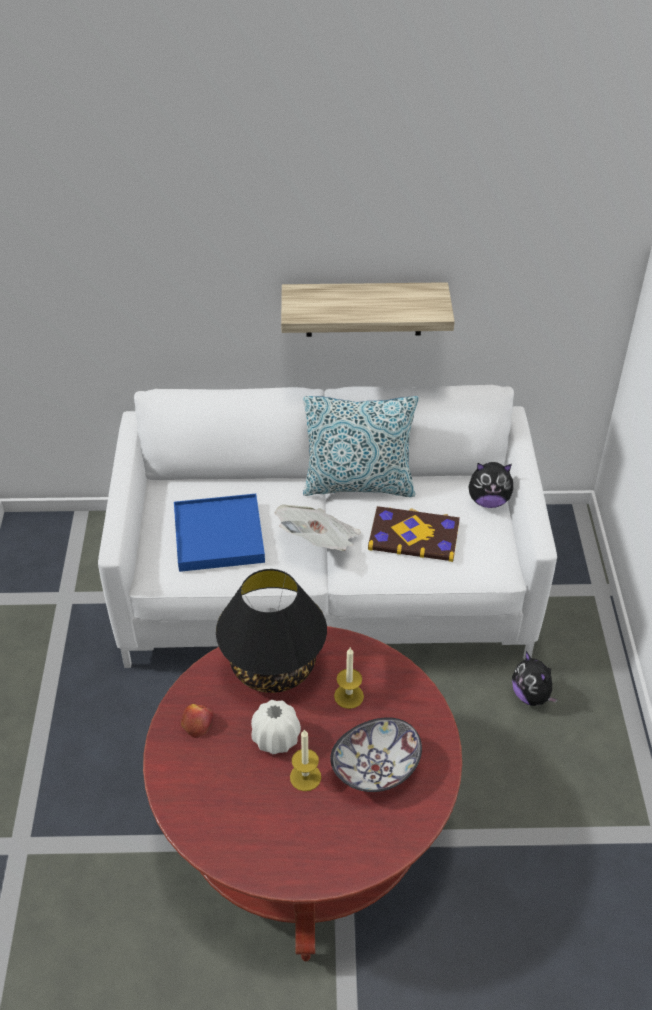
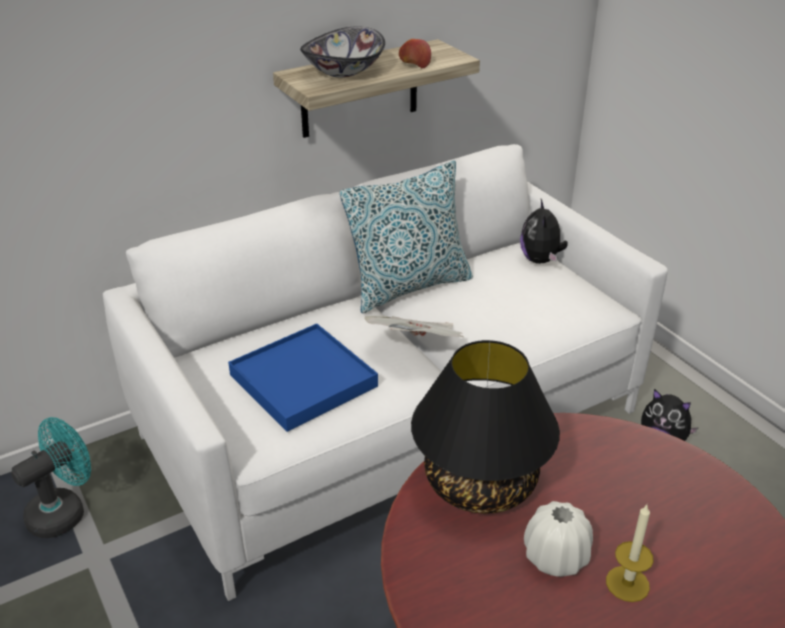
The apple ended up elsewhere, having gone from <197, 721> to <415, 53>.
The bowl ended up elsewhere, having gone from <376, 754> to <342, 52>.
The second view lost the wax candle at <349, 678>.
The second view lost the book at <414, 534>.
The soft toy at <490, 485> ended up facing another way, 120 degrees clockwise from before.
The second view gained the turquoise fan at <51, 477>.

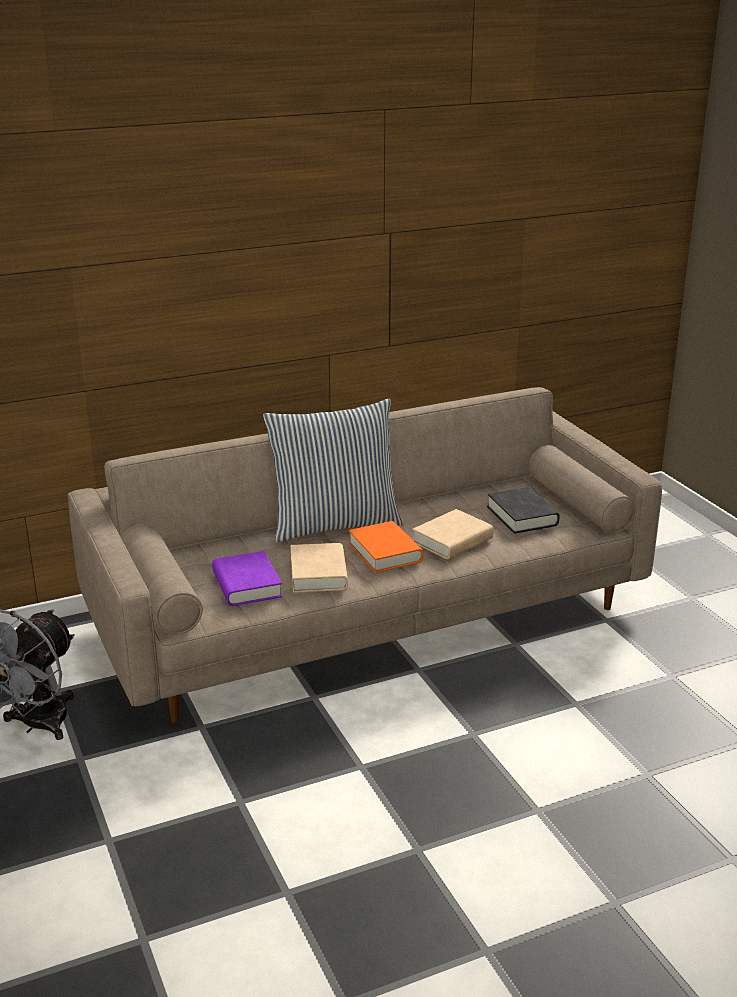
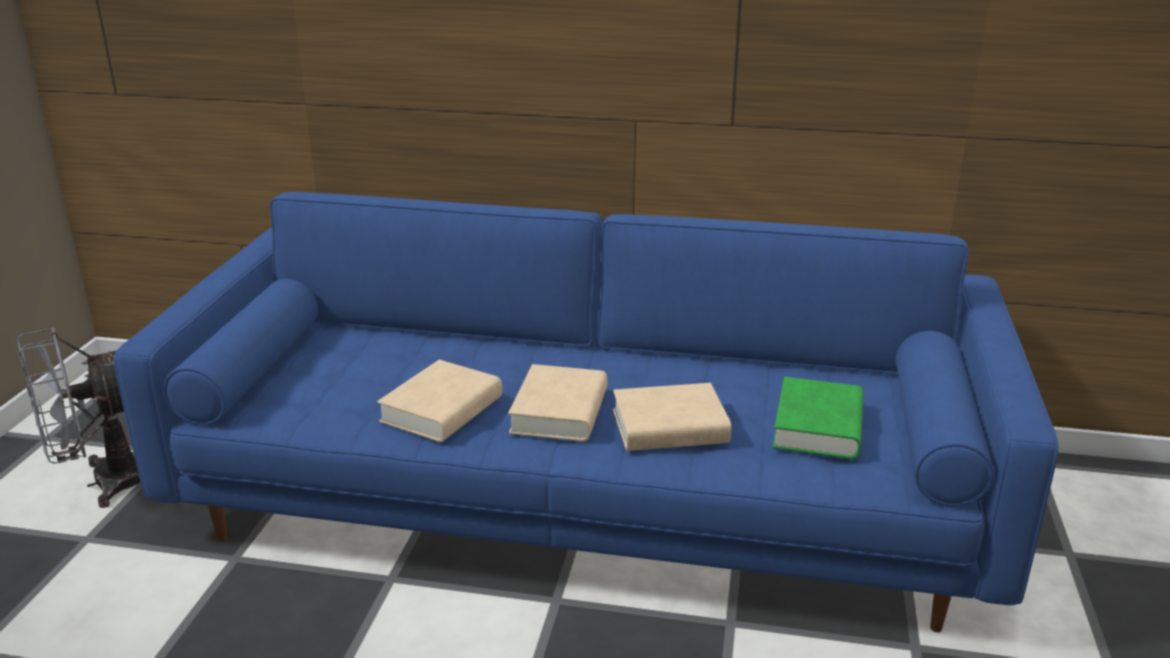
What was the sand-coloured couch at <365, 555> turned into the blue-coloured couch at <586, 412>.
The second view lost the purplish book at <247, 578>.
The second view lost the cushion at <333, 470>.
What was the orange-coloured book at <386, 547> turned into the sand-coloured book at <557, 403>.
What was the black book at <523, 510> turned into the green-coloured book at <818, 418>.

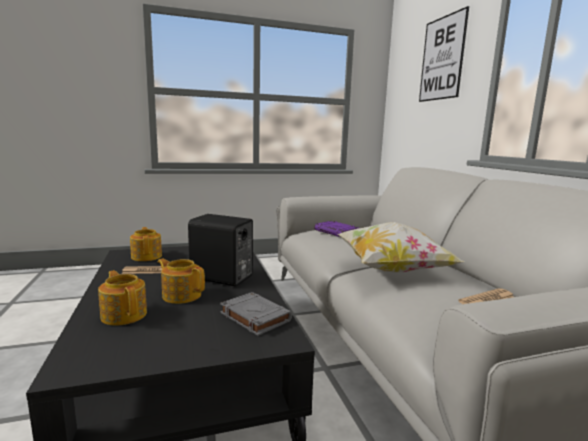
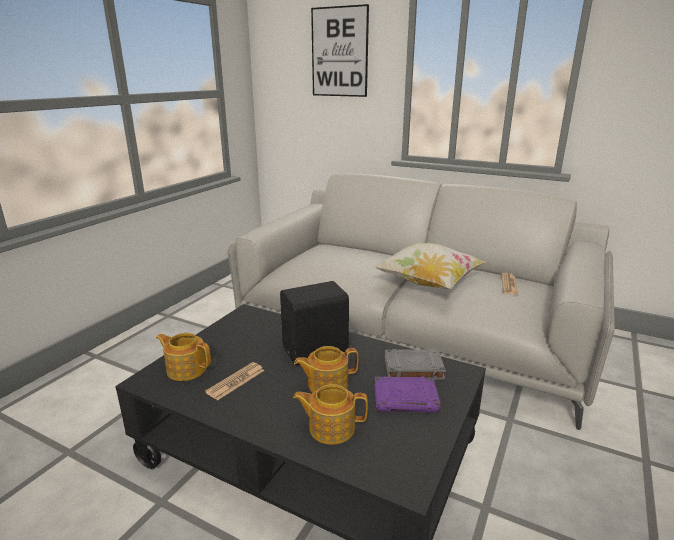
The purplish book ended up elsewhere, having gone from <336, 229> to <407, 394>.

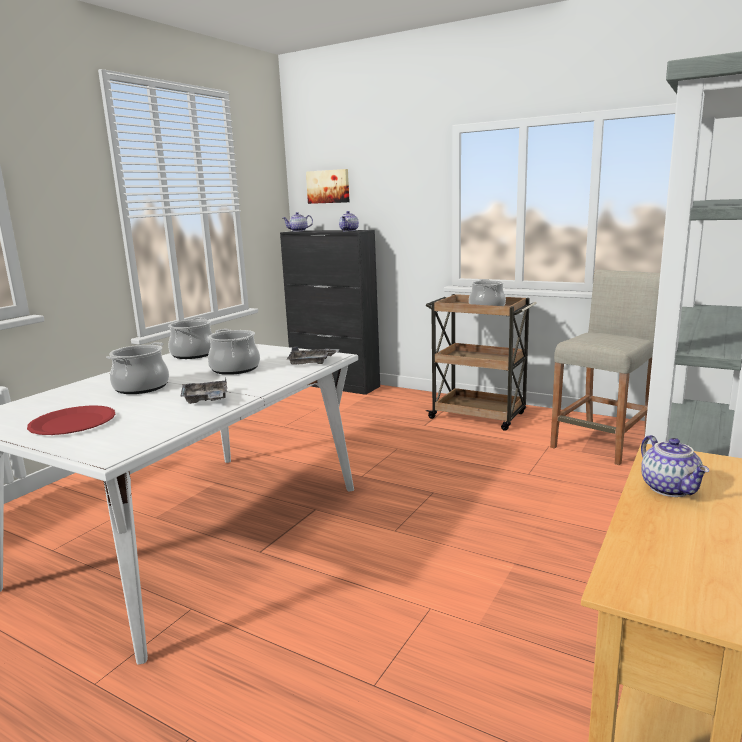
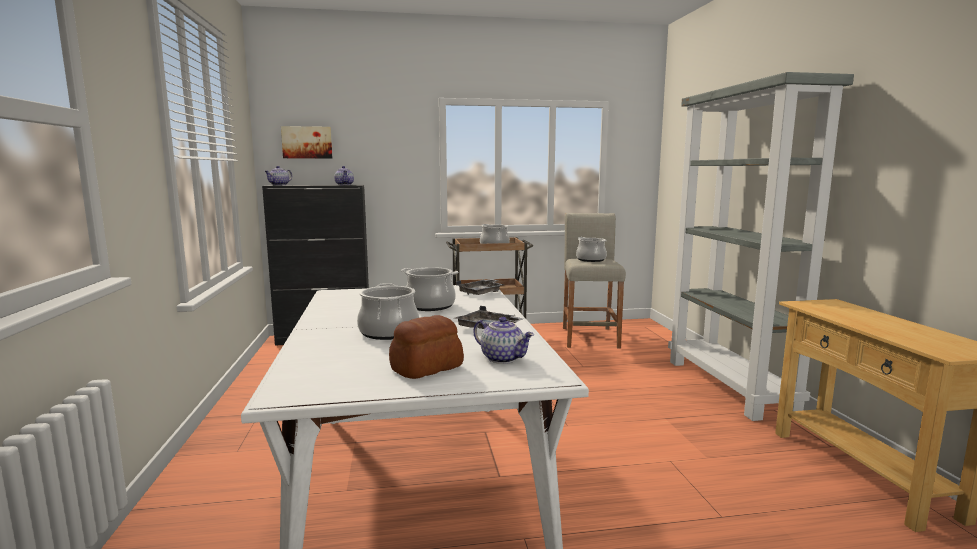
Where the red plate stood at <71, 420>, the bakery bread came to stand at <426, 347>.
The stockpot ended up elsewhere, having gone from <190, 338> to <591, 249>.
The teapot ended up elsewhere, having gone from <675, 466> to <503, 340>.

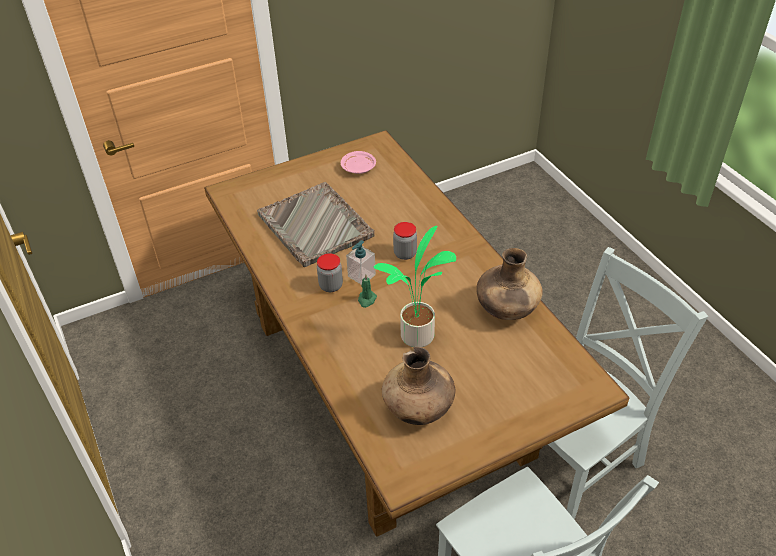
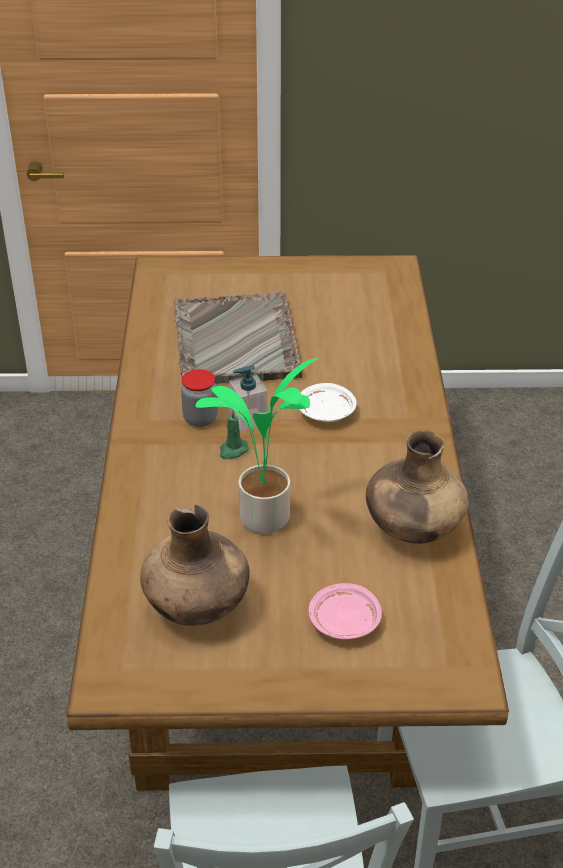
The pink-coloured plate ended up elsewhere, having gone from <358, 162> to <345, 611>.
Where the preserve jar stood at <405, 241>, the white plate came to stand at <328, 402>.

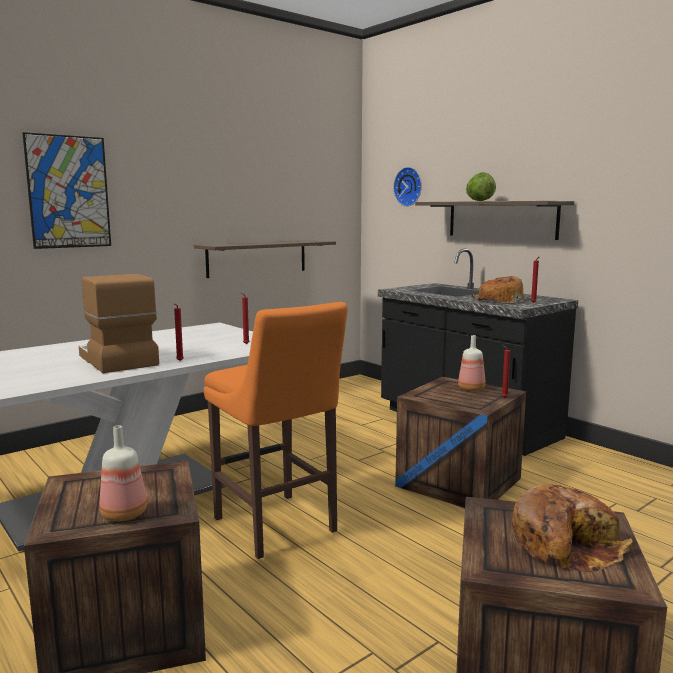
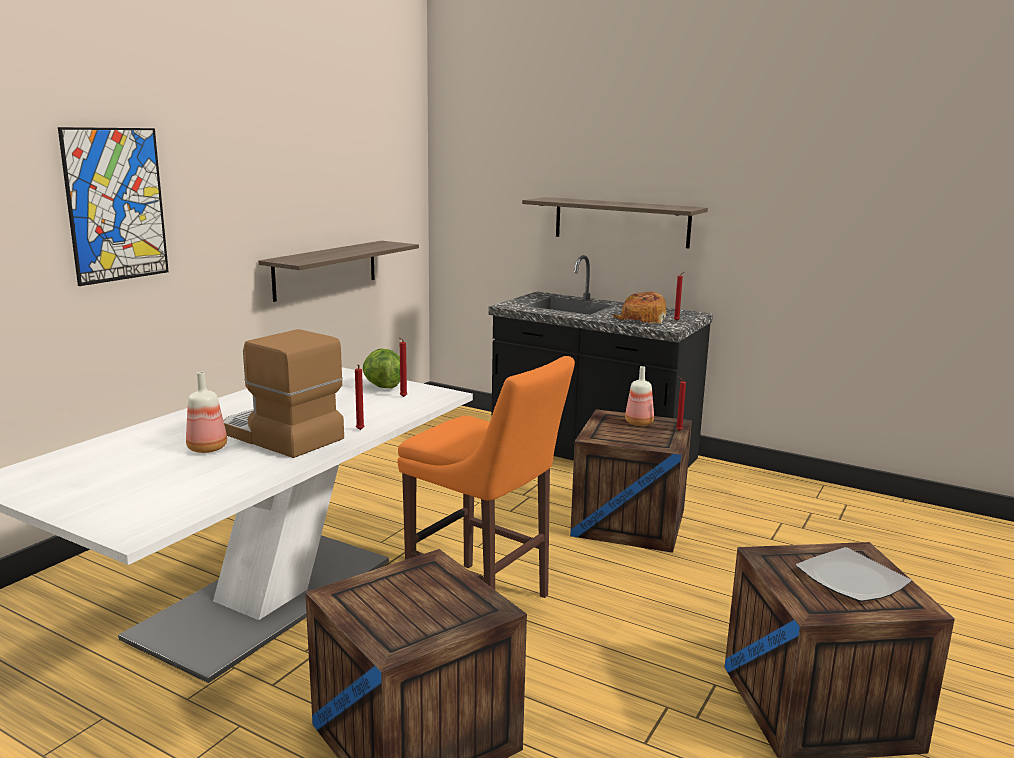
The drink bottle ended up elsewhere, having gone from <123, 473> to <206, 412>.
The second view lost the clock on the wall at <407, 187>.
The lettuce head ended up elsewhere, having gone from <481, 186> to <381, 368>.
Where the bakery bread stood at <572, 528>, the plate came to stand at <854, 574>.

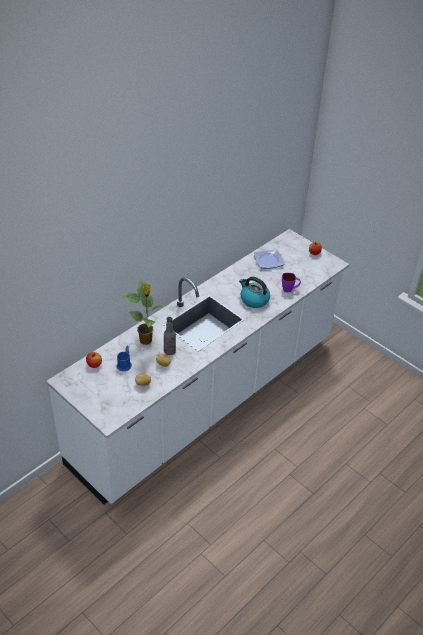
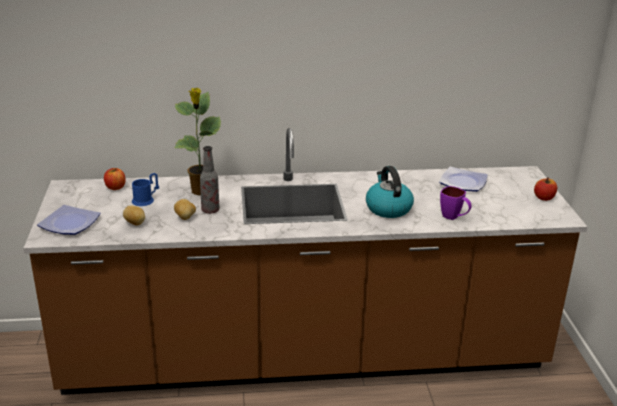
What was the white kitchen counter at <197, 366> turned into the brownish kitchen counter at <306, 261>.
The second view gained the plate at <69, 220>.

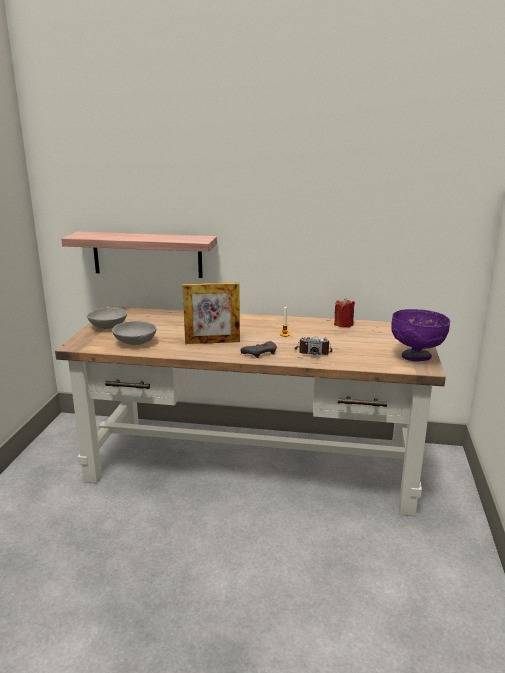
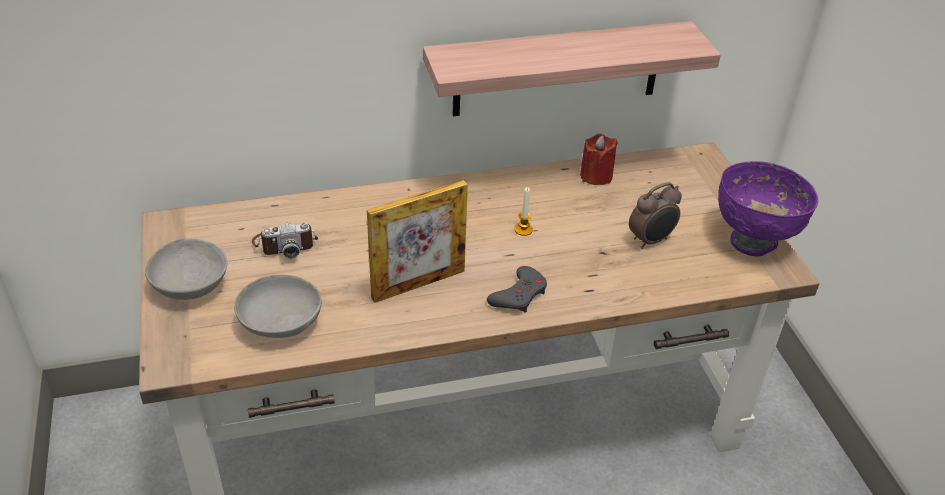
The bracket shelf ended up elsewhere, having gone from <139, 255> to <572, 68>.
The still camera ended up elsewhere, having gone from <313, 345> to <285, 240>.
The second view gained the bedside clock at <655, 215>.

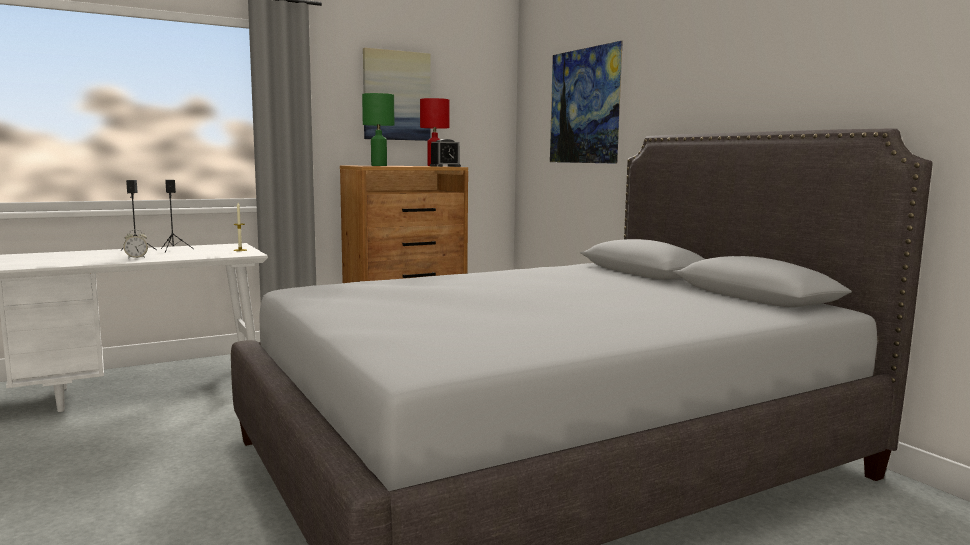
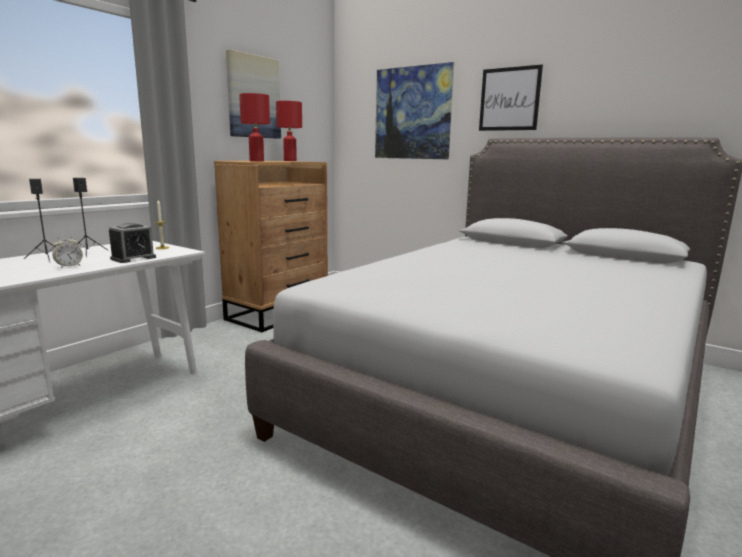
What was the green-coloured table lamp at <378, 129> turned into the red table lamp at <254, 127>.
The bedside clock ended up elsewhere, having gone from <445, 153> to <132, 243>.
The second view gained the wall art at <511, 98>.

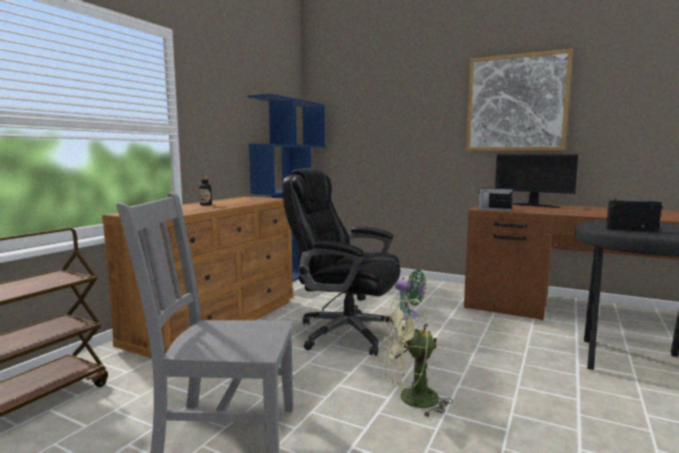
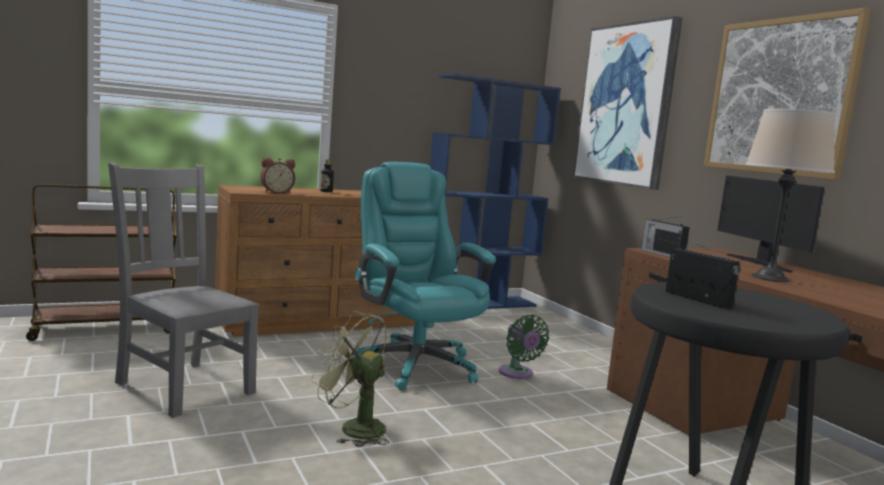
What was the black desk chair at <343, 262> turned into the turquoise desk chair at <424, 276>.
The second view gained the bedside clock at <278, 175>.
The second view gained the wall art at <627, 103>.
The second view gained the sand-coloured table lamp at <790, 195>.

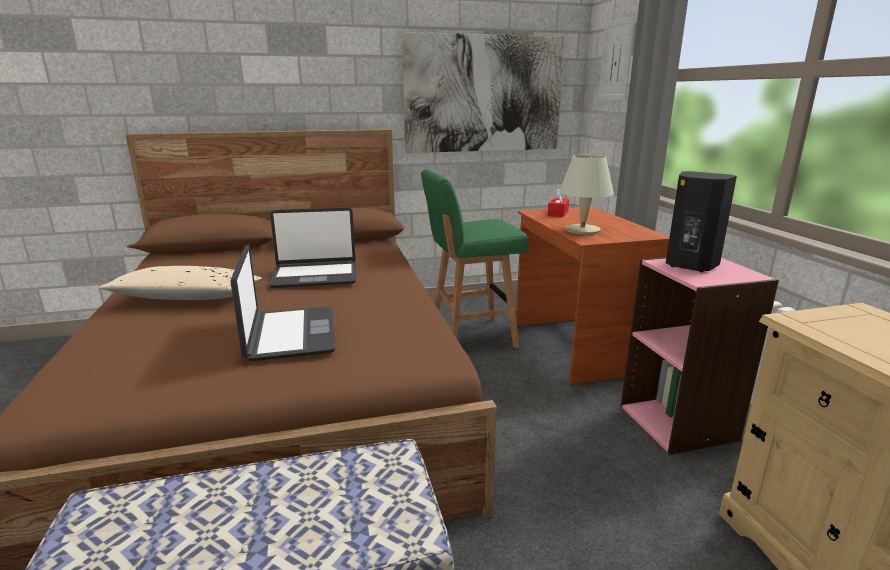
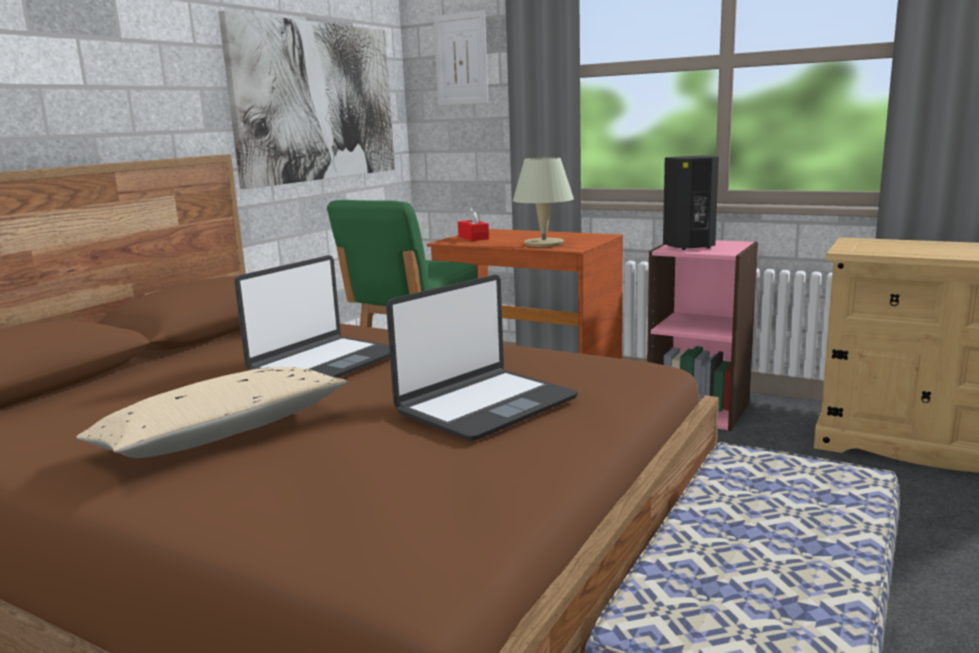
The laptop at <283, 303> ended up facing another way, 105 degrees clockwise from before.

